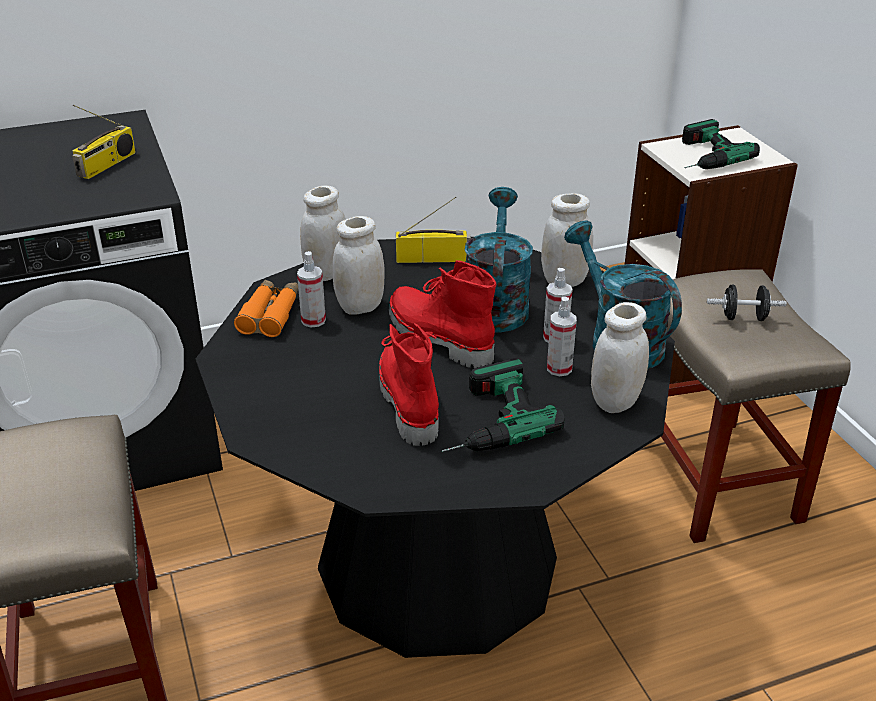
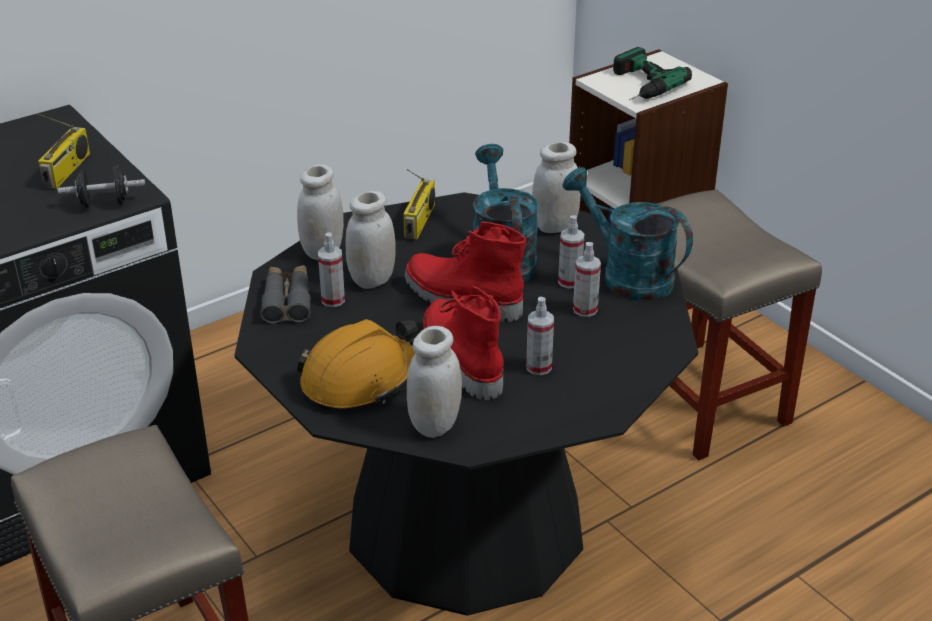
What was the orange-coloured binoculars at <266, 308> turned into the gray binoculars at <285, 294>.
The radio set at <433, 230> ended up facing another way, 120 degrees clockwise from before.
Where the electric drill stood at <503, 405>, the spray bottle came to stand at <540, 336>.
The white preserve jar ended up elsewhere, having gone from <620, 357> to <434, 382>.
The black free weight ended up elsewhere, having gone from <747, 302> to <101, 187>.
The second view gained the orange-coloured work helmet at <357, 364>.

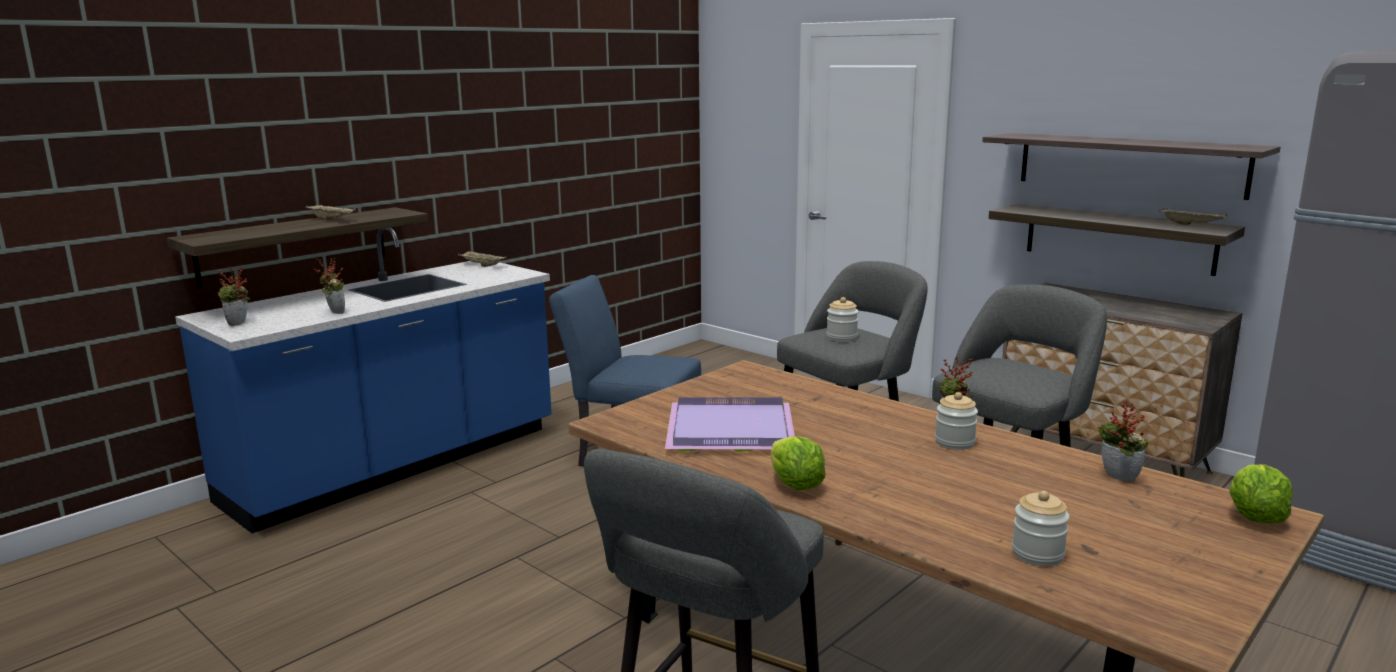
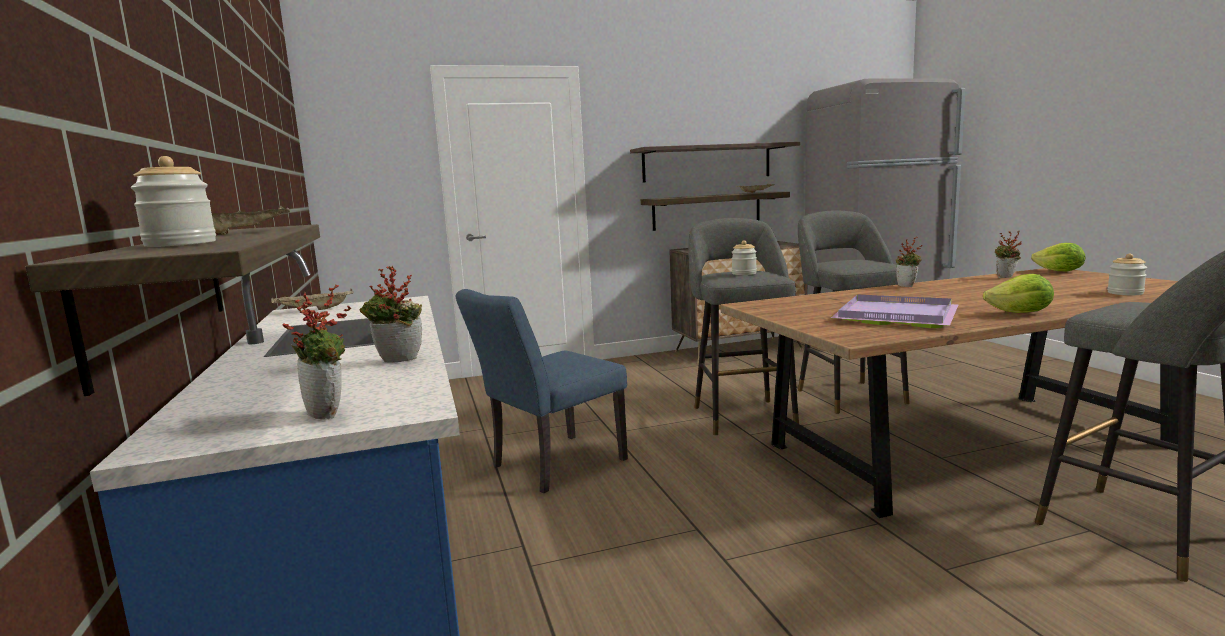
The preserve jar ended up elsewhere, having gone from <956, 421> to <173, 201>.

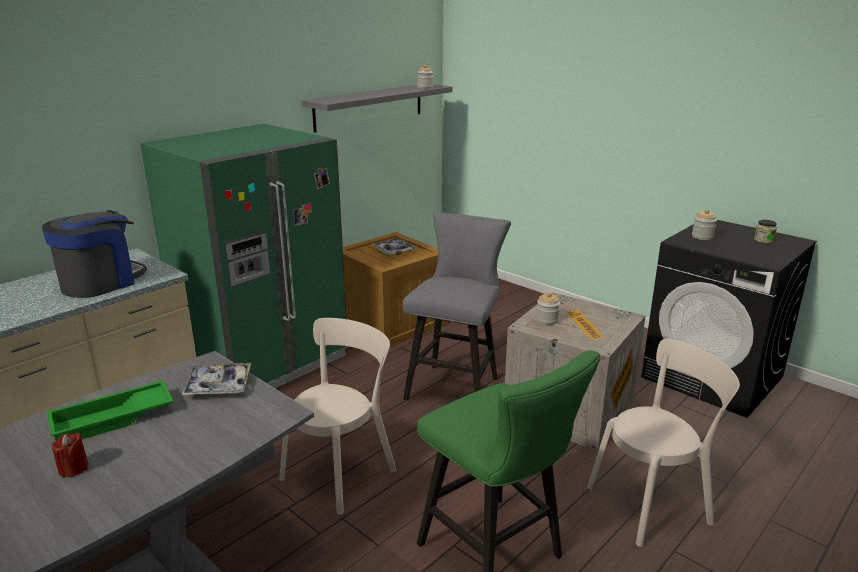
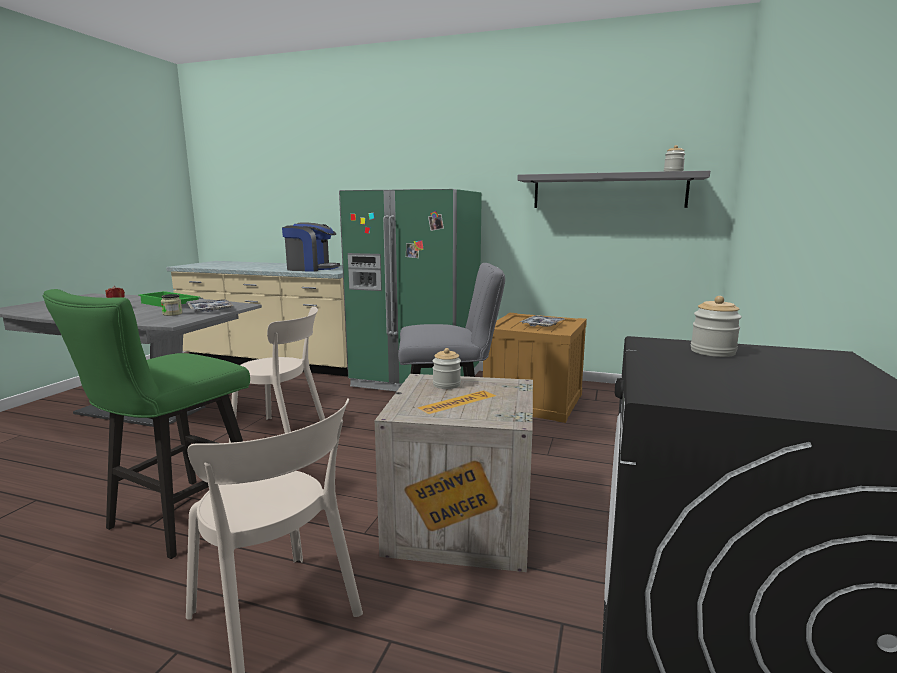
The preserve jar ended up elsewhere, having gone from <765, 232> to <172, 305>.

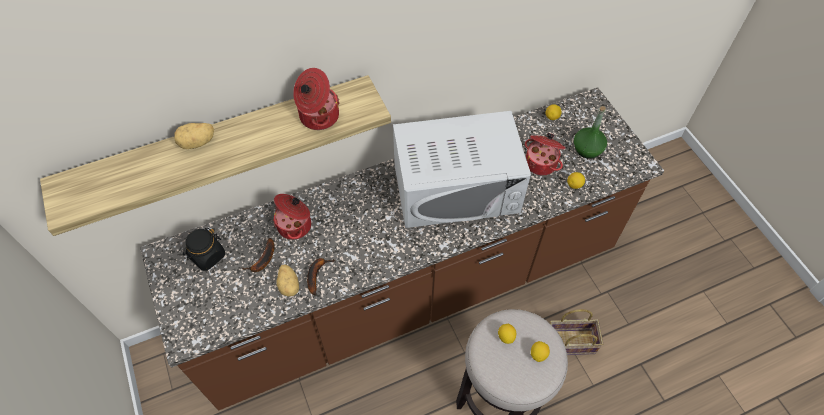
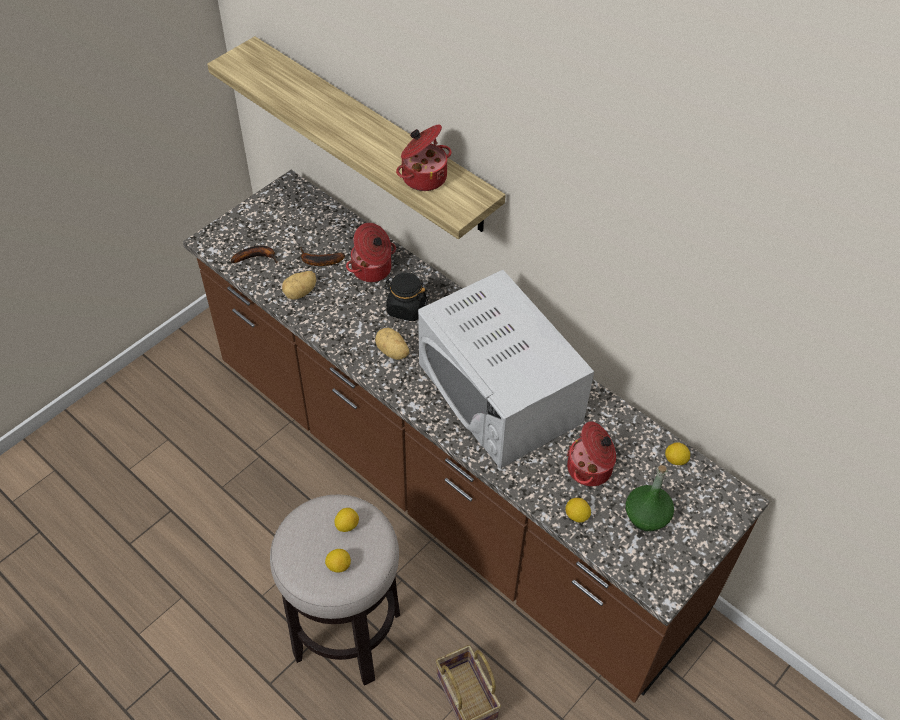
The spud ended up elsewhere, having gone from <194, 136> to <392, 344>.
The black preserve jar ended up elsewhere, having gone from <204, 249> to <405, 296>.
The banana fruit ended up elsewhere, having gone from <321, 276> to <254, 255>.

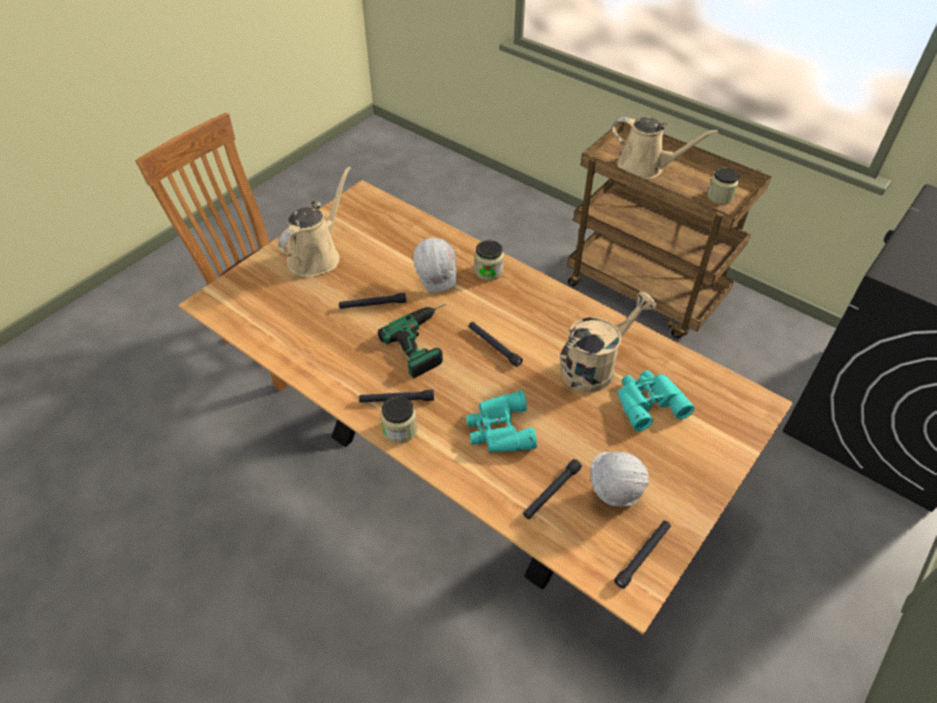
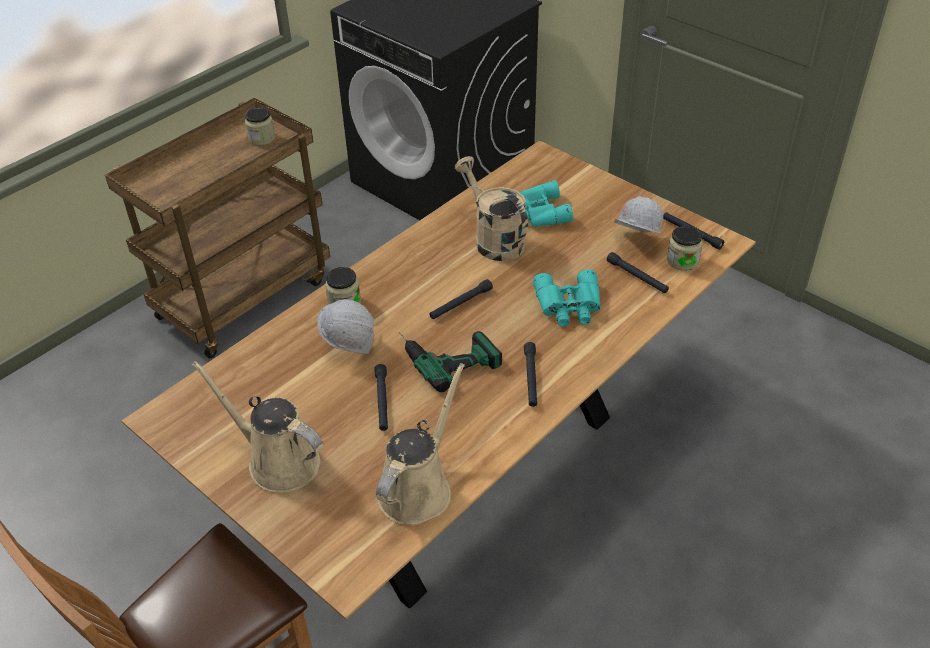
The preserve jar ended up elsewhere, having gone from <398, 420> to <685, 248>.
The sand-coloured sprinkling can ended up elsewhere, having gone from <665, 148> to <420, 444>.

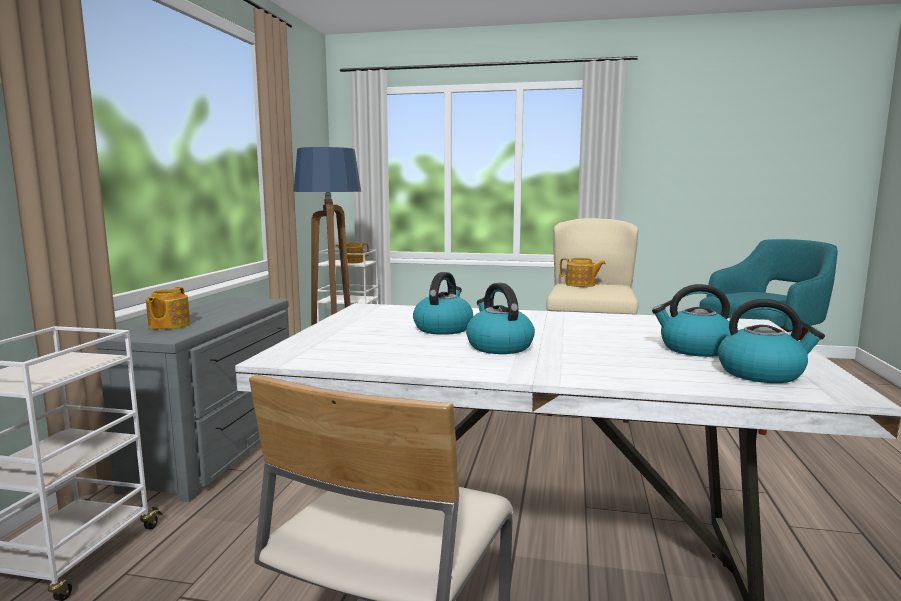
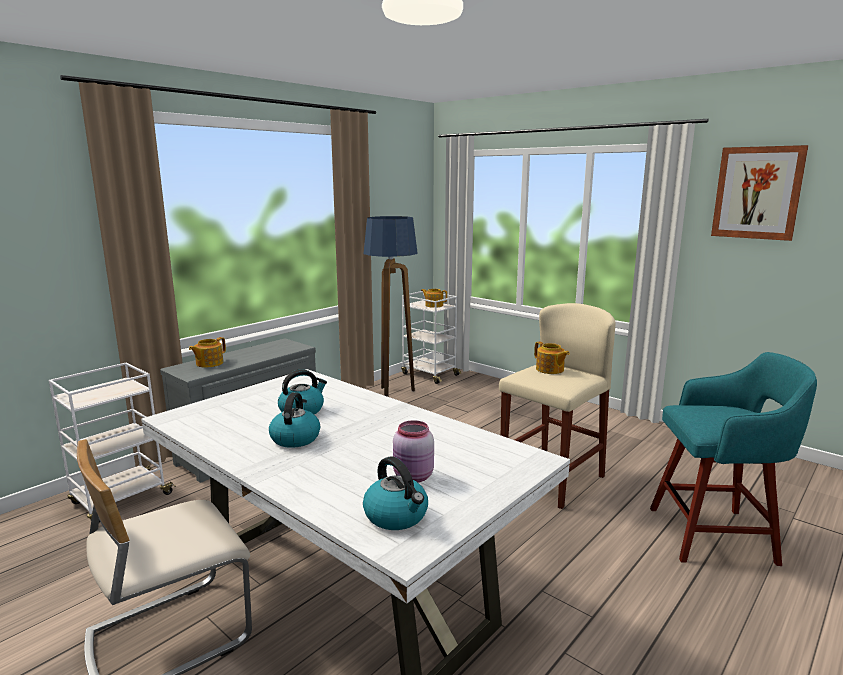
Where the tea kettle stood at <691, 320>, the pink-coloured preserve jar came to stand at <413, 451>.
The second view gained the wall art at <760, 193>.

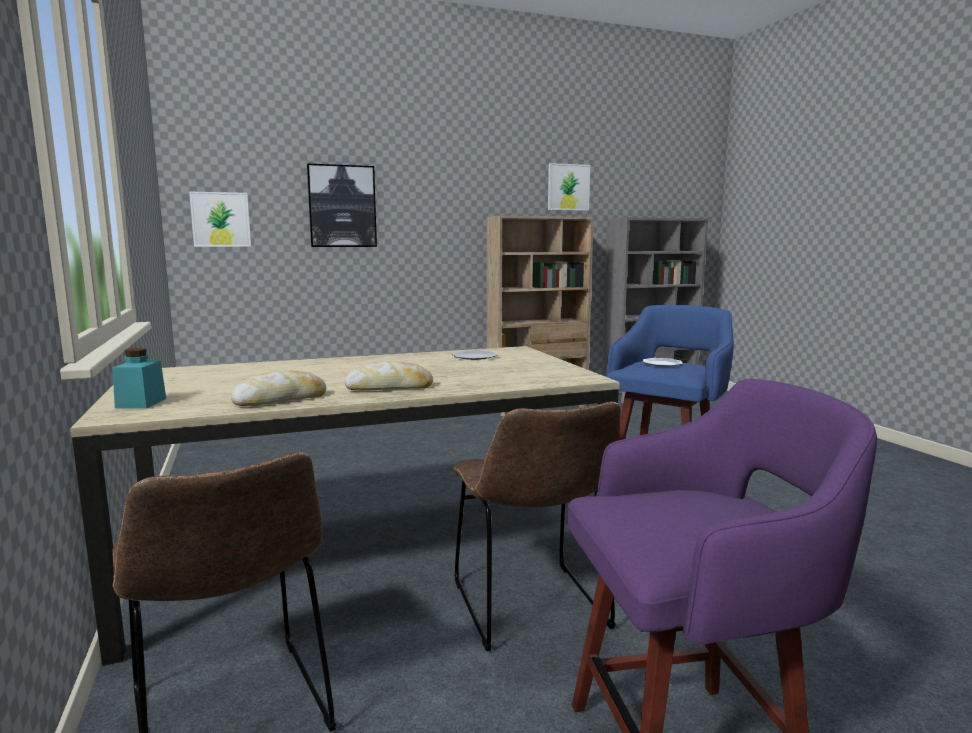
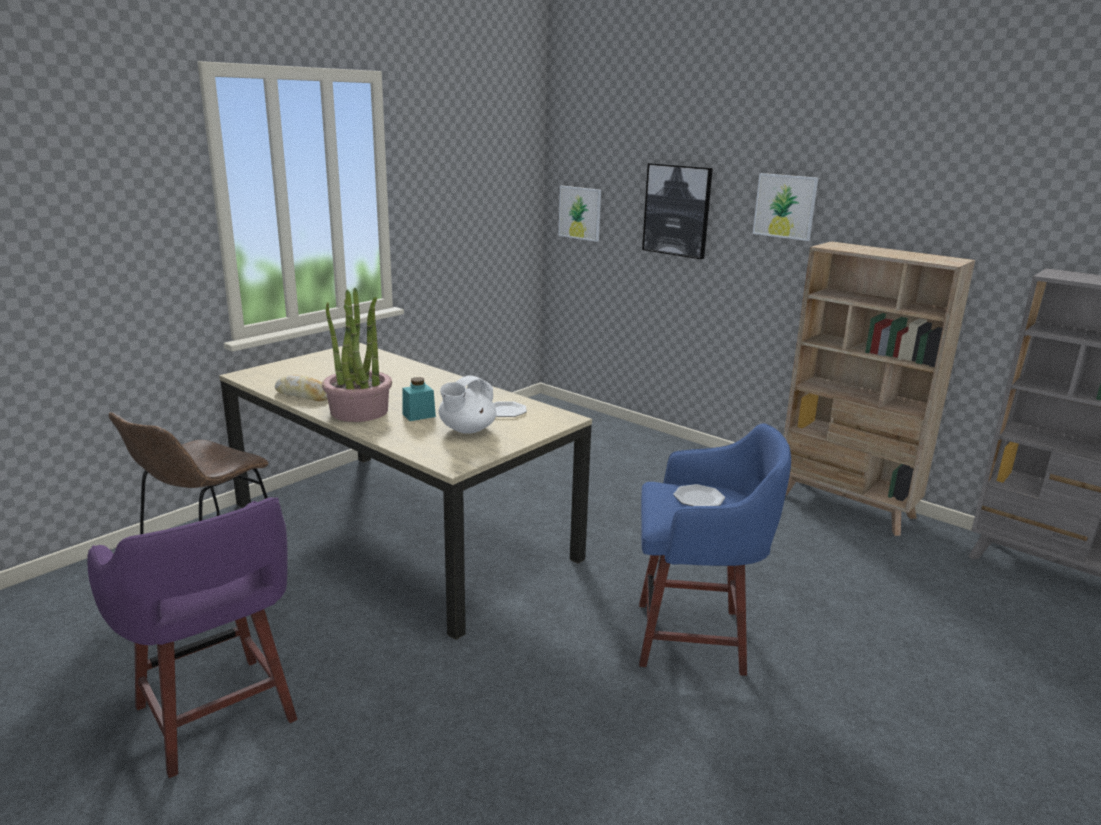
The turquoise preserve jar ended up elsewhere, having gone from <139, 378> to <419, 399>.
Where the bakery bread stood at <388, 376>, the plant in a pot came to stand at <357, 355>.
The second view lost the brownish upright chair at <537, 526>.
The wall art ended up elsewhere, having gone from <569, 187> to <785, 207>.
The second view gained the white teapot at <467, 404>.

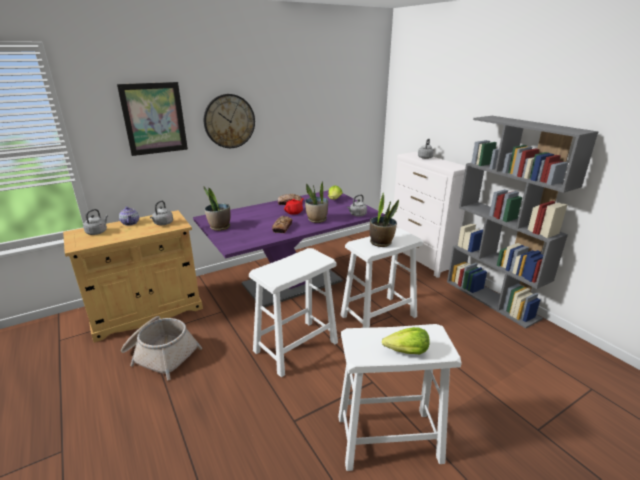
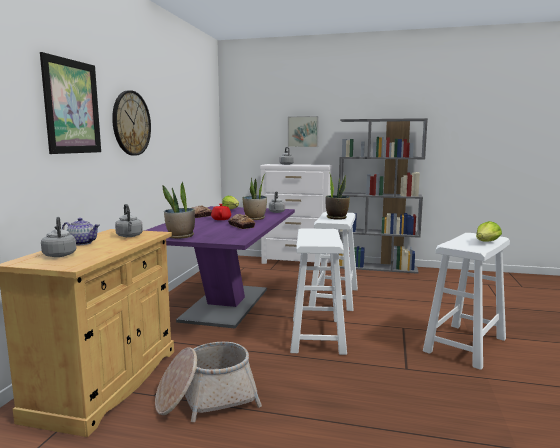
The second view gained the wall art at <303, 131>.

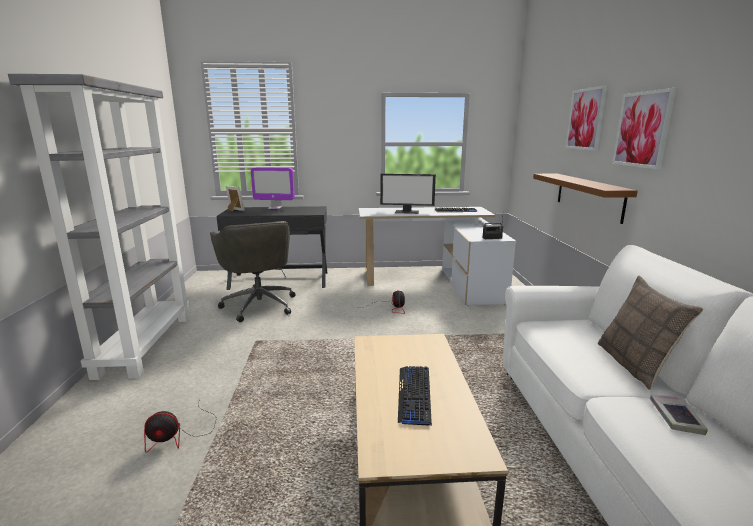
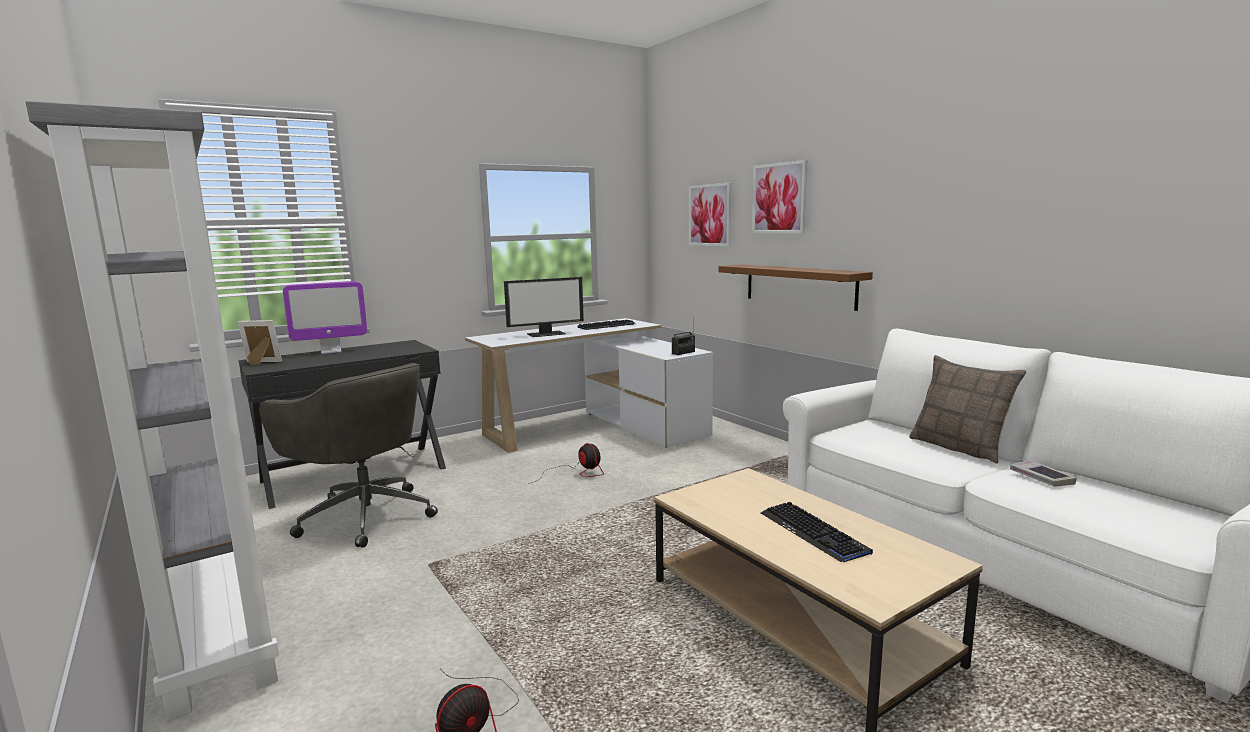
The wall art ended up elsewhere, having gone from <644, 128> to <710, 214>.

